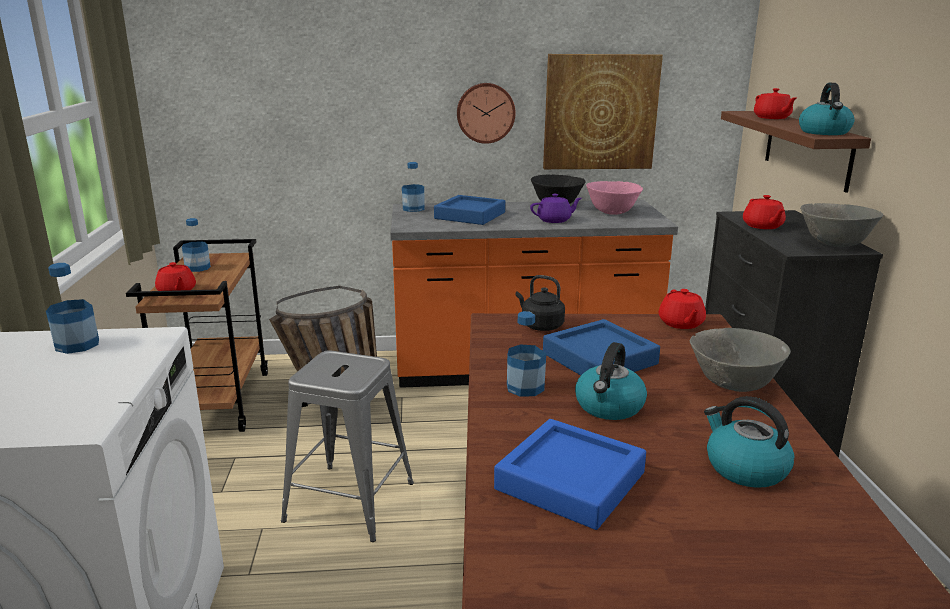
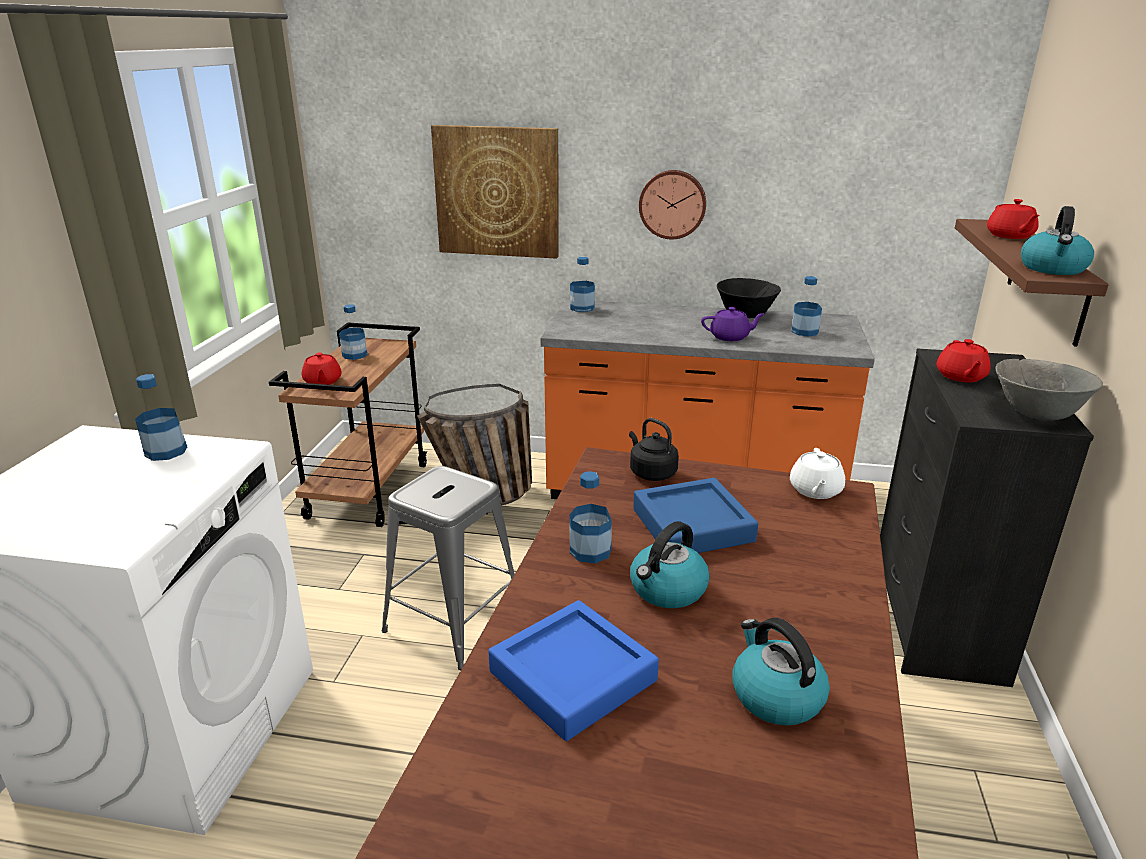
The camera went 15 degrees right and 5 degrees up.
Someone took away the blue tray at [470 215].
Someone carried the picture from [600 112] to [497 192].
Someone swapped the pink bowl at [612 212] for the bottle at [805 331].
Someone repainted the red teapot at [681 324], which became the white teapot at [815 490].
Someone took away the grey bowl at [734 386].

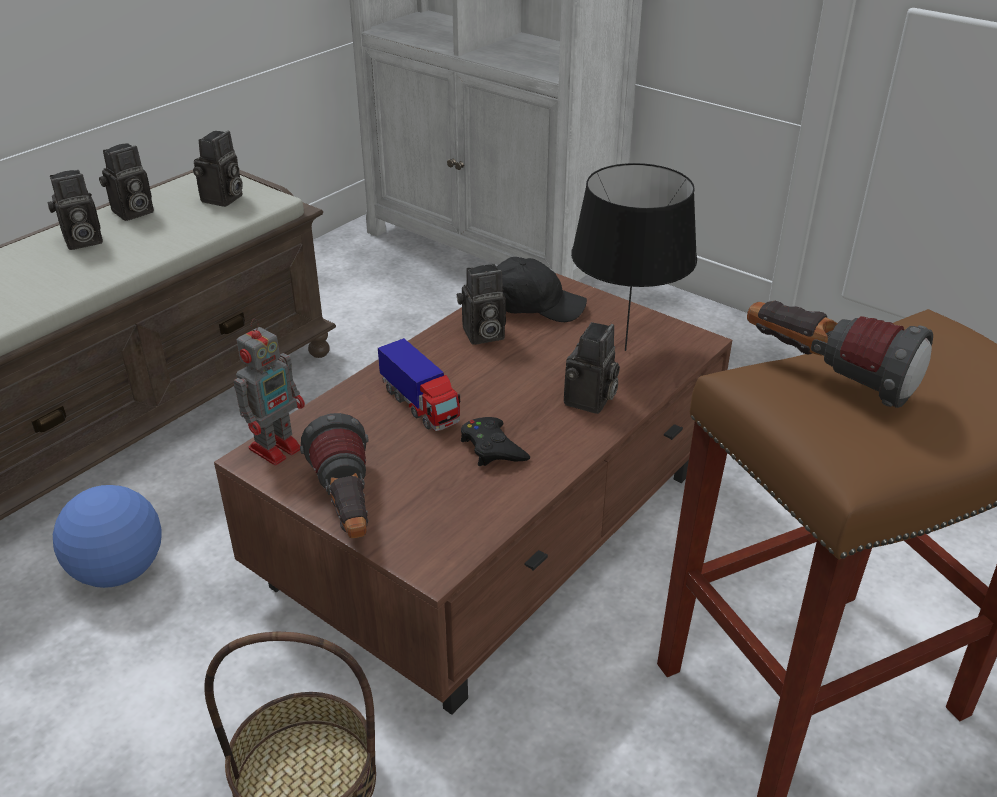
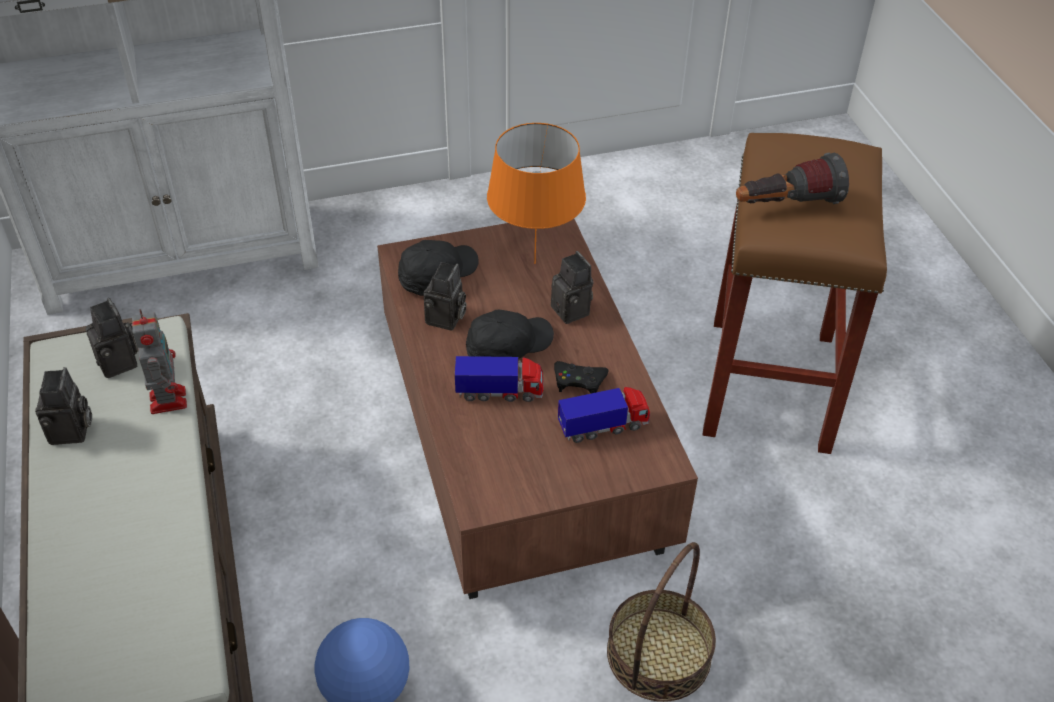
The camera went 55 degrees left and 10 degrees up.
Someone took away the photo camera at [81 242].
Someone carried the toy robot from [277 447] to [168 398].
Someone took away the flashlight at [347 507].
Someone repainted the black table lamp at [626 351], which became the orange table lamp at [536 263].
Someone put down the black cap at [507 347].
Someone put down the toy truck at [603 427].

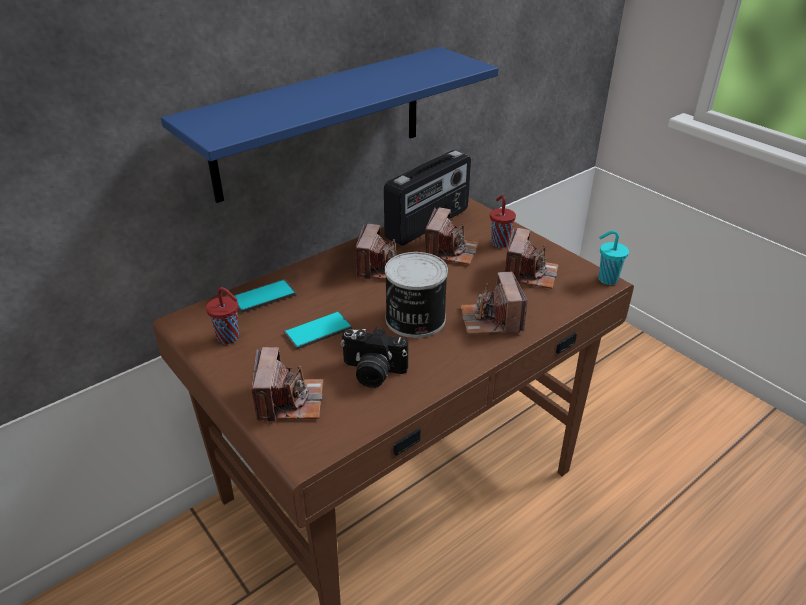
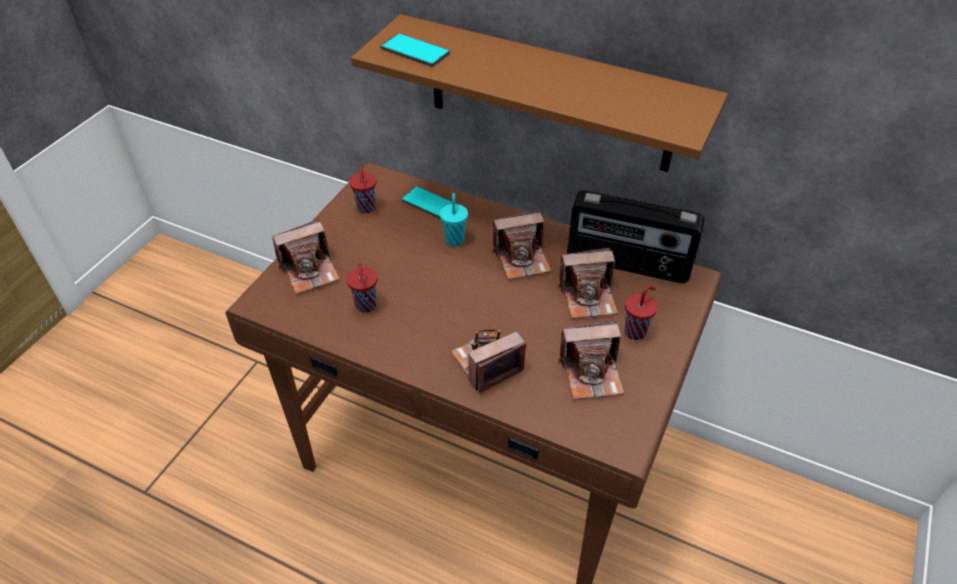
The camera went 65 degrees right and 10 degrees up.
Someone repainted the blue shelf at [320 123], which became the brown shelf at [549 95].
Someone carried the phone from [318 331] to [415 51].
Someone swapped the photo camera at [372 373] for the red cup at [366 306].
Someone took away the can at [414 320].
Someone carried the turquoise cup from [606 279] to [454 239].

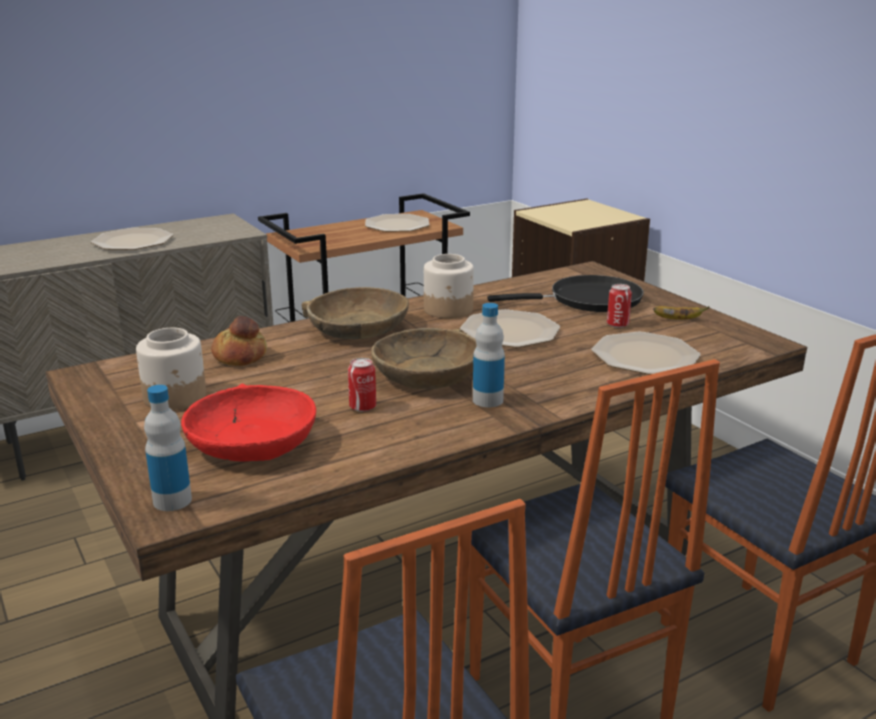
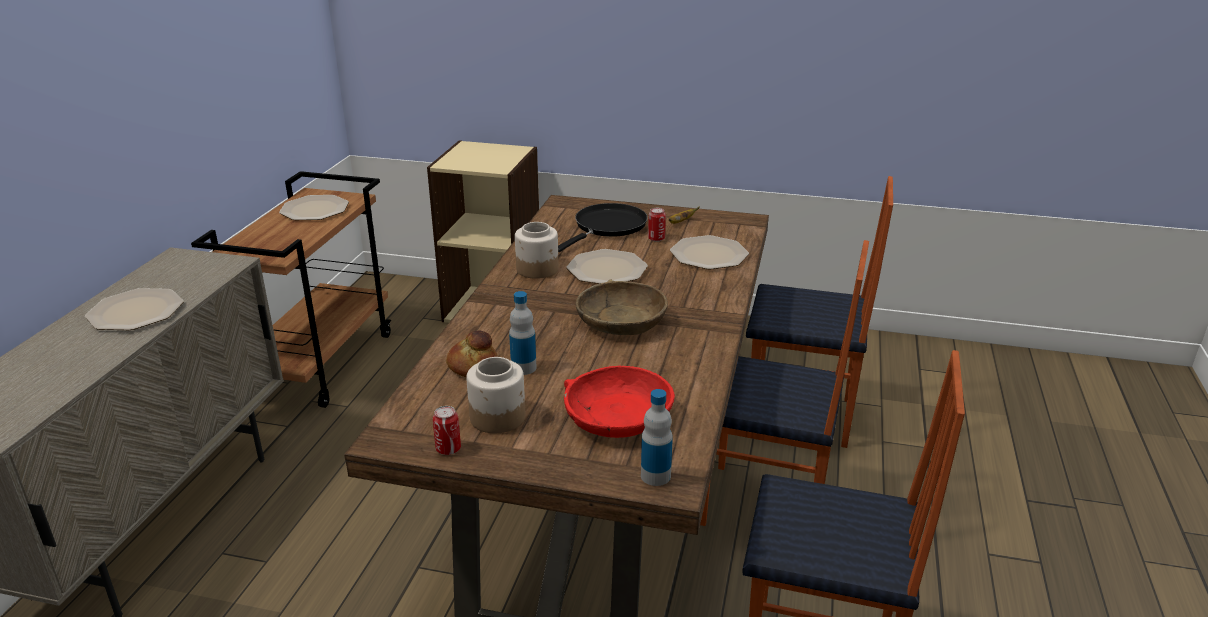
The camera went 45 degrees left and 5 degrees up.
Someone took away the brown bowl at [357 328].
Someone carried the can from [362 407] to [448 449].
Someone carried the bottle from [487 400] to [523 368].

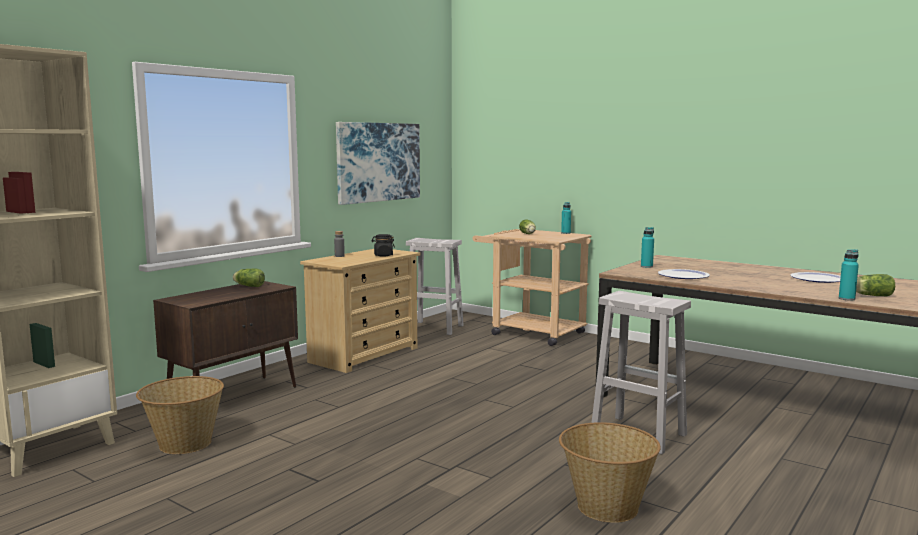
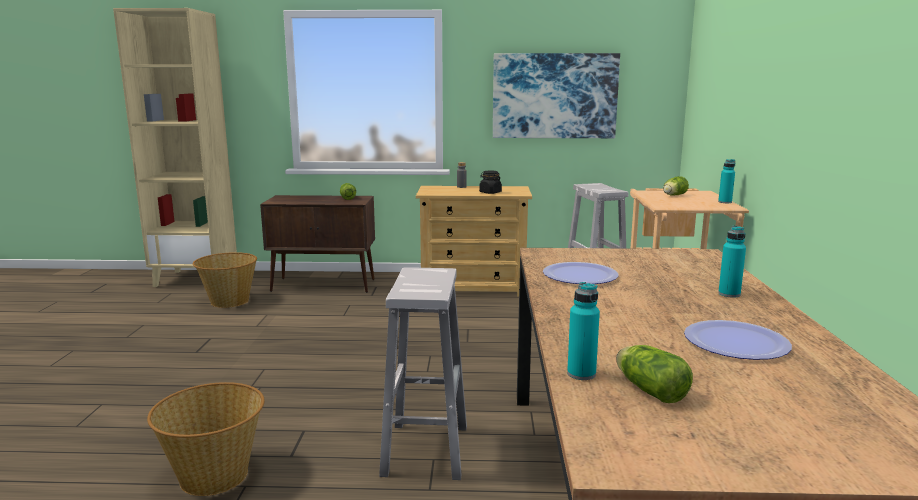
The camera went 55 degrees right and 5 degrees up.
Someone carried the turquoise bottle from [646 266] to [729 294].

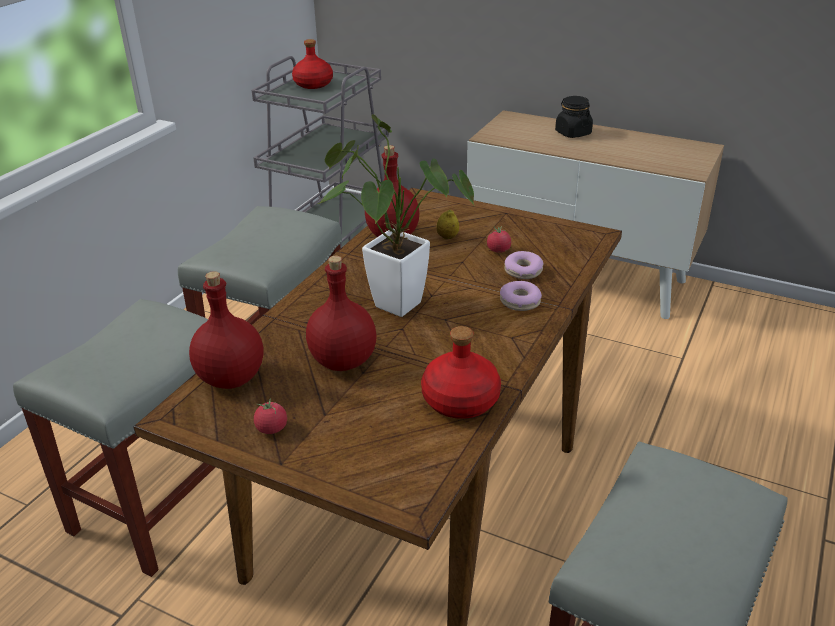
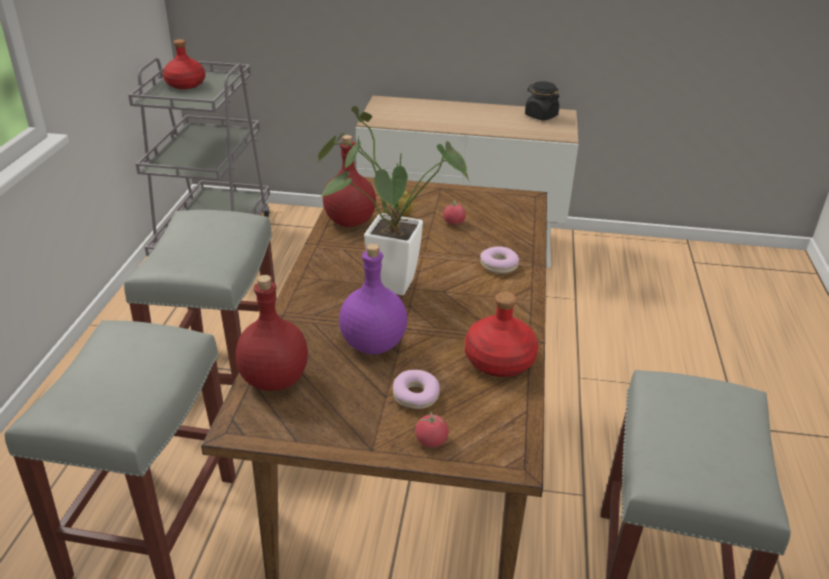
The camera went 20 degrees left and 0 degrees up.
Someone carried the tomato from [272 428] to [431 441].
Someone repainted the red bottle at [343 362], which became the purple bottle at [374 345].
Someone carried the donut from [523 271] to [415 396].
Someone carried the black jar from [572 133] to [540 116].

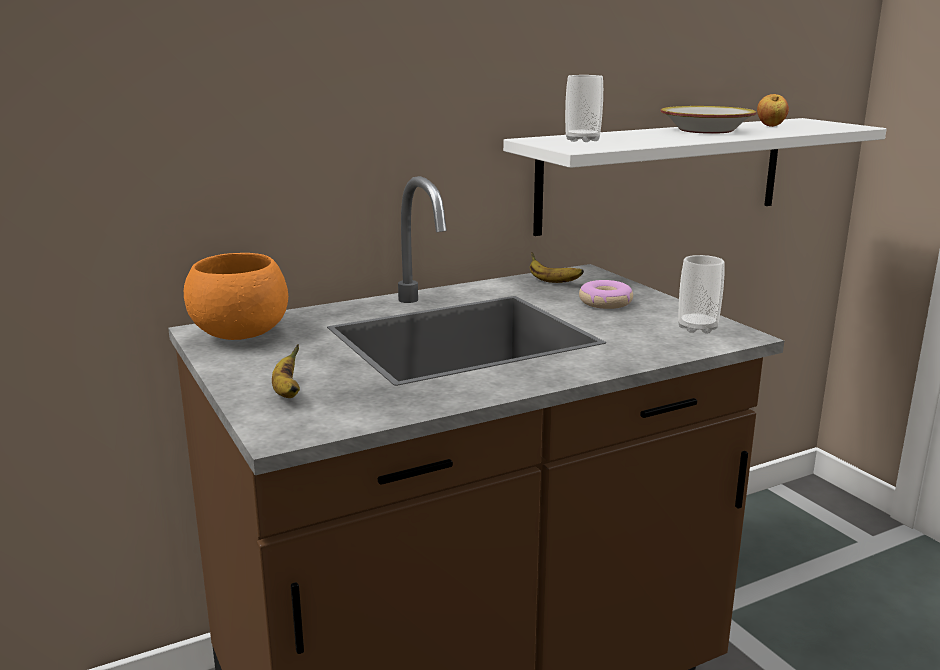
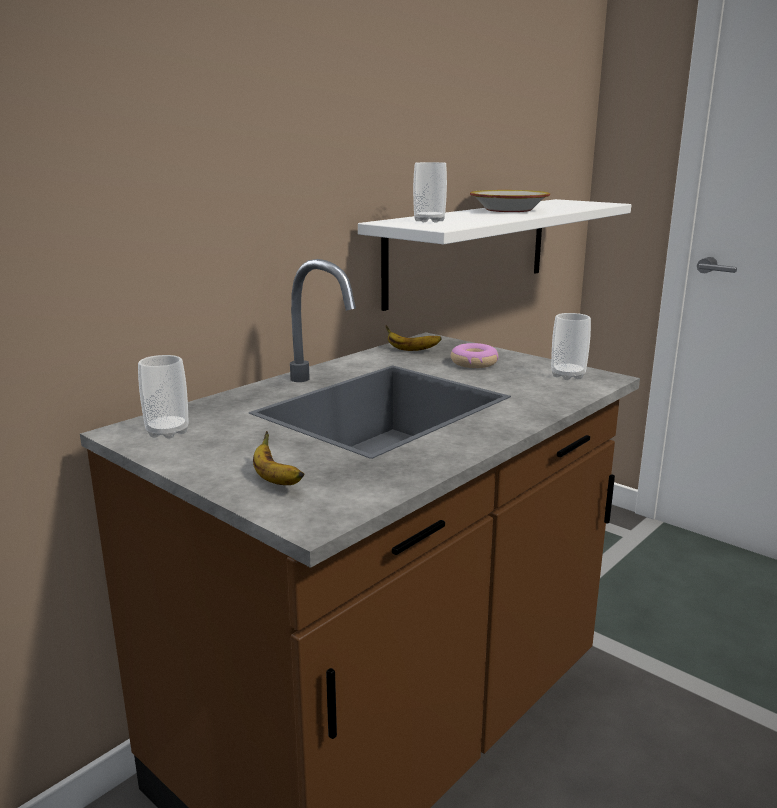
The camera went 20 degrees left and 0 degrees up.
Someone swapped the orange bowl at [239 335] for the cup at [167 432].
Someone took away the apple at [770 126].

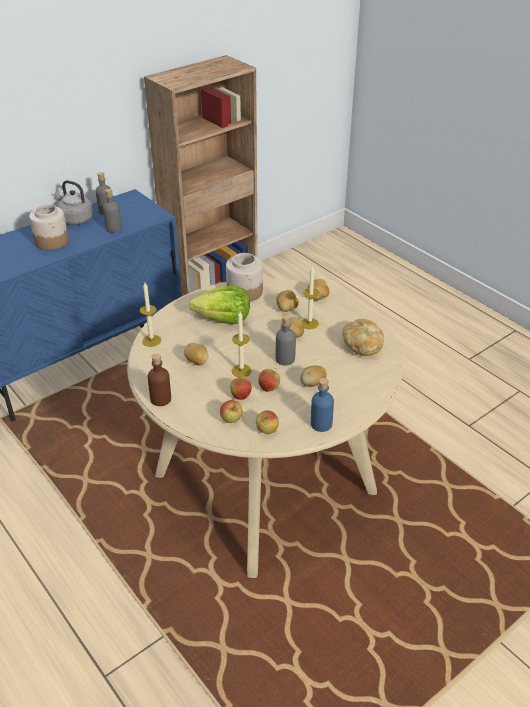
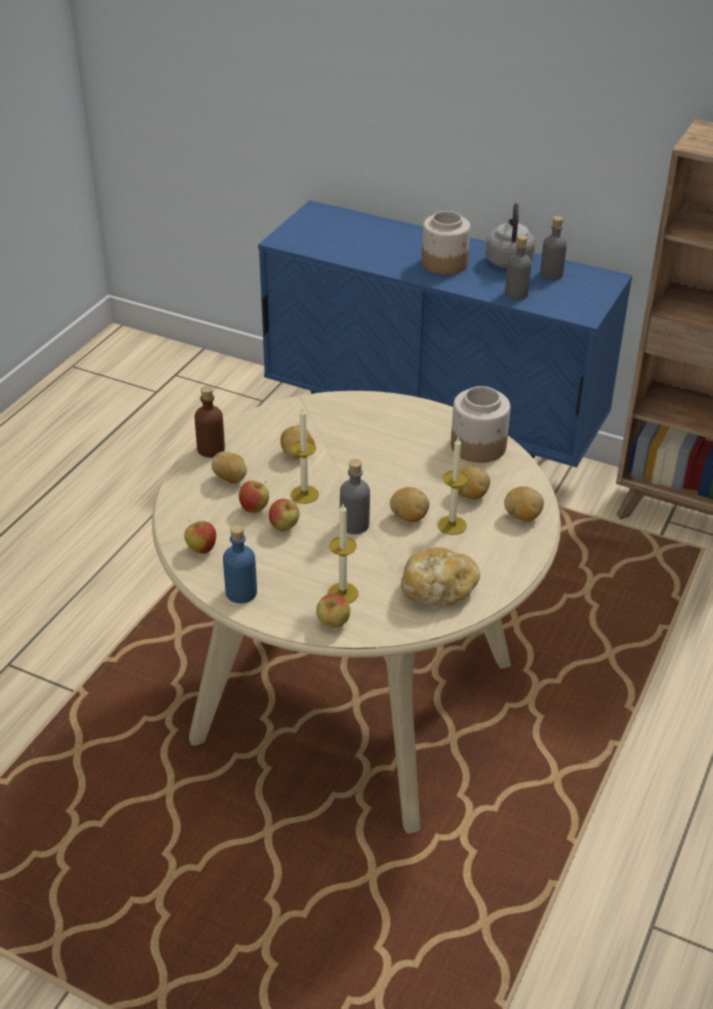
The camera went 65 degrees right and 0 degrees up.
Someone carried the candle from [151 341] to [342 593].
Someone took away the lettuce at [223 319].
Someone carried the apple from [231 420] to [333 624].
Someone carried the potato from [312 384] to [230 479].

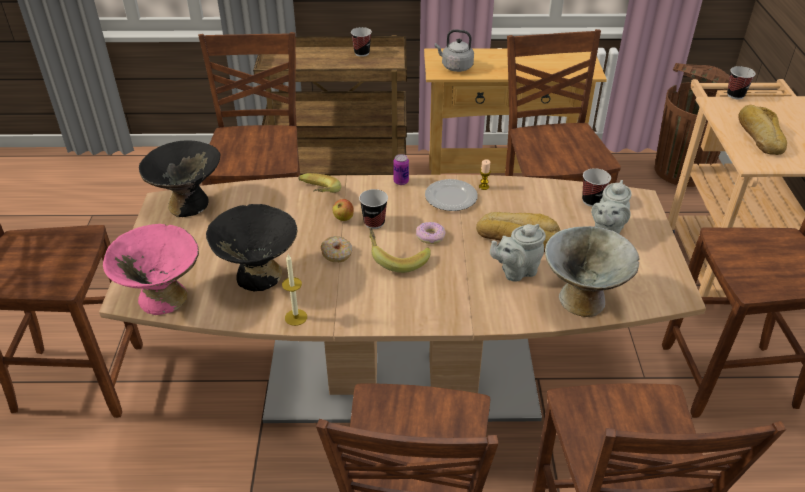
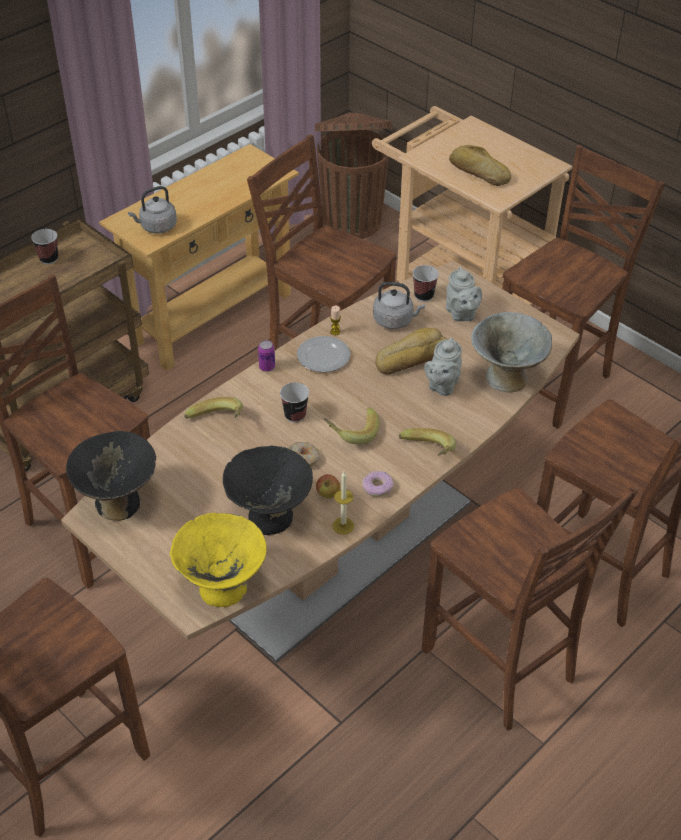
The camera went 45 degrees left and 5 degrees up.
Someone repainted the pink bowl at [163 298], which became the yellow bowl at [222 587].
Someone carried the apple from [343 218] to [328 494].
Someone carried the donut from [430 236] to [377 487].
Someone took away the cup at [735 95].
Someone put down the grey kettle at [395 320].
Someone put down the banana at [426 454].

